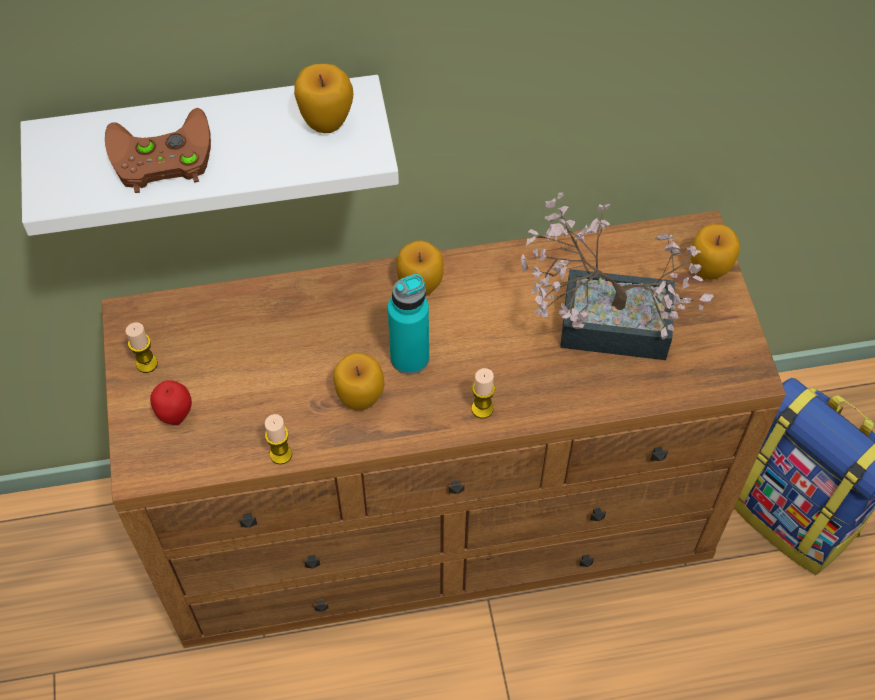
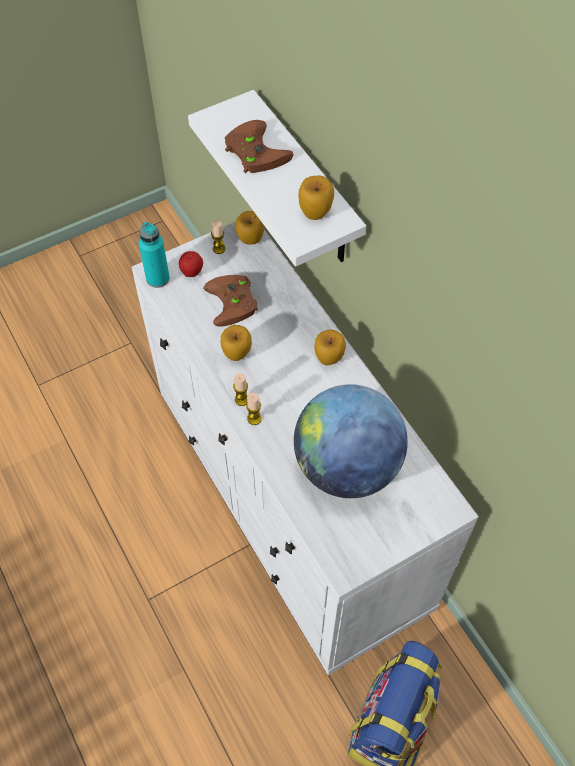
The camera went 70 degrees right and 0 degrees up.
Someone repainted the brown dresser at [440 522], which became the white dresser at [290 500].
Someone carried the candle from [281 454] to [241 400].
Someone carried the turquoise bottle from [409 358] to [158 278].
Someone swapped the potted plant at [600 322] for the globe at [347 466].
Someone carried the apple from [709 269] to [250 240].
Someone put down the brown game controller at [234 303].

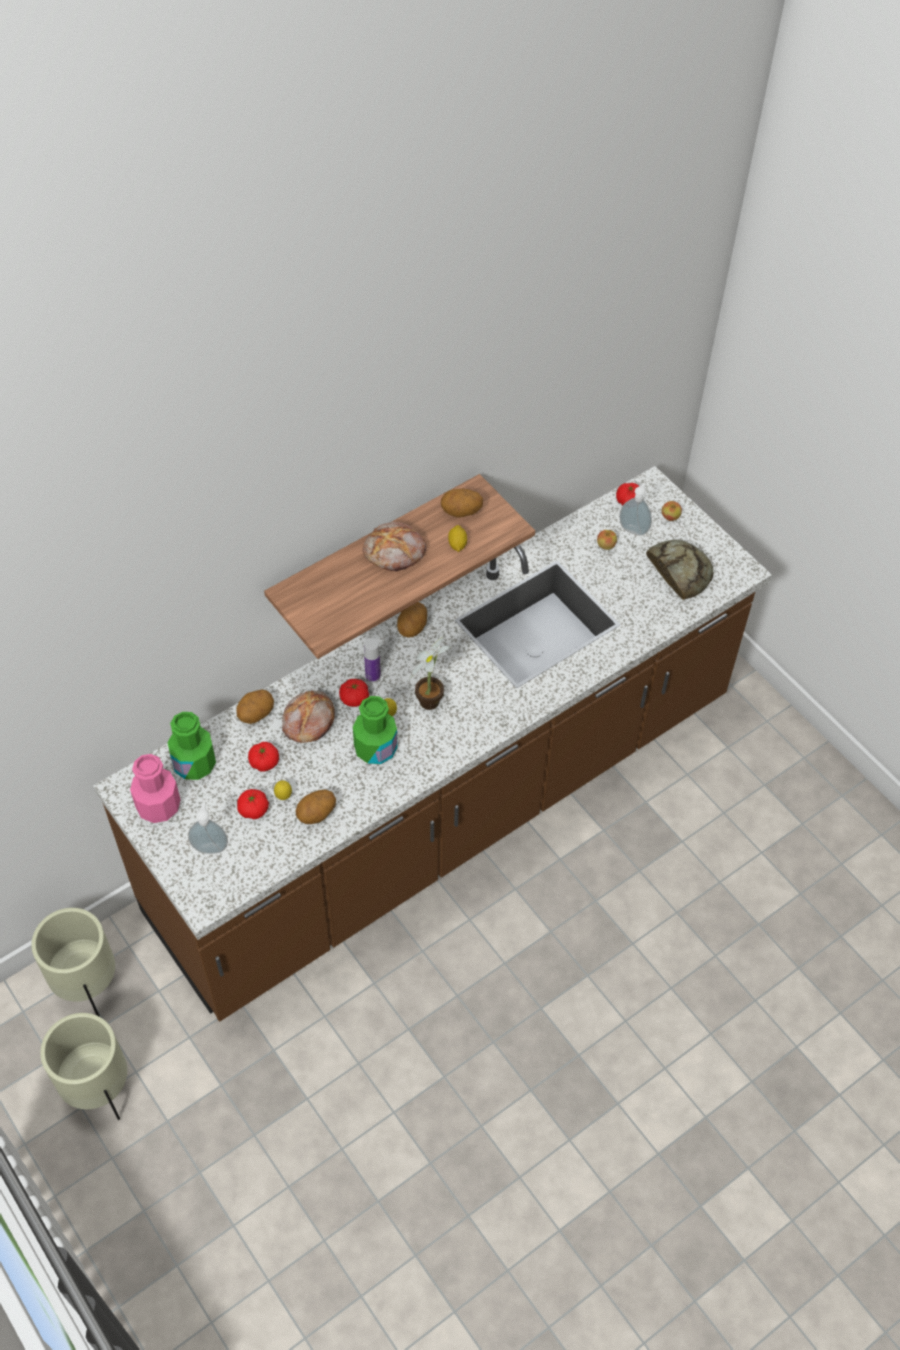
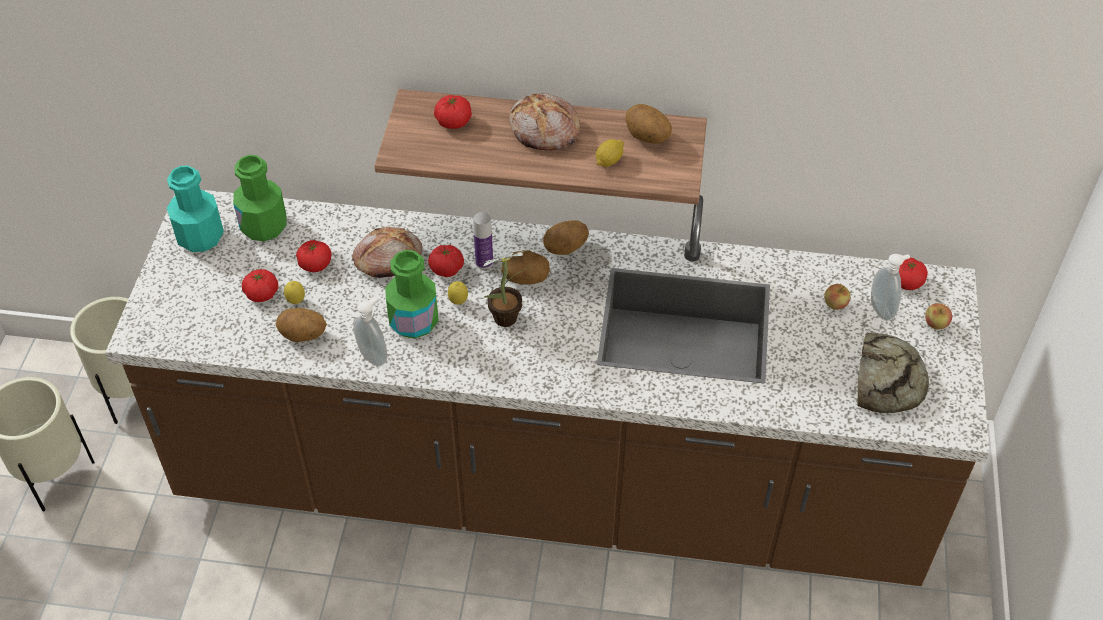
The camera went 45 degrees right and 5 degrees down.
Someone repainted the pink bottle at [158 806], which became the turquoise bottle at [200 237].
Someone carried the soap dispenser from [210 847] to [374 356].
Someone carried the potato from [256 714] to [526 278].
Someone put down the tomato at [453 122].

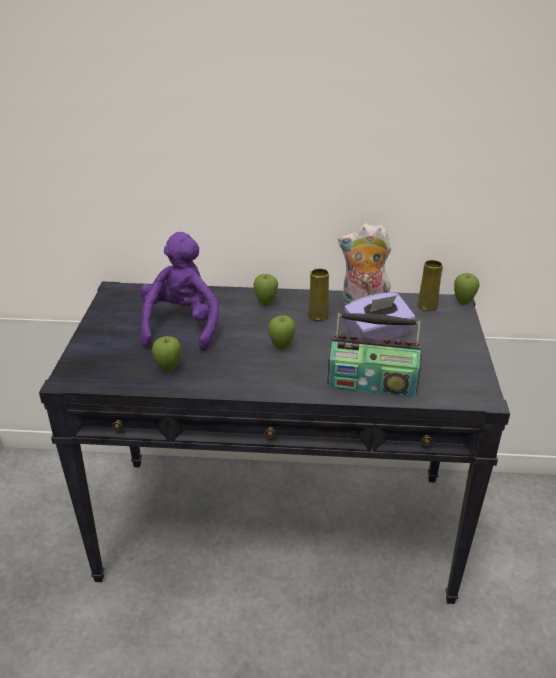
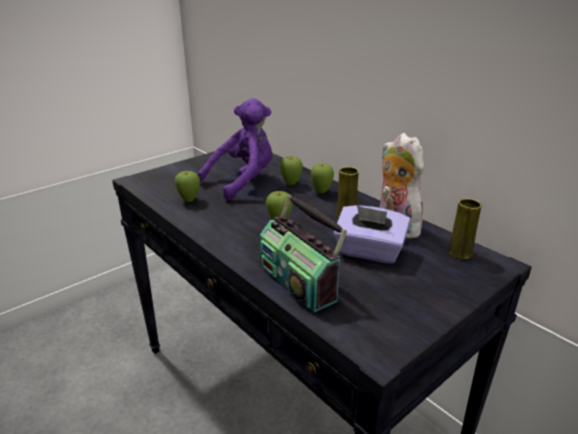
The camera went 45 degrees right and 5 degrees down.
Someone carried the apple from [463 303] to [291 184].

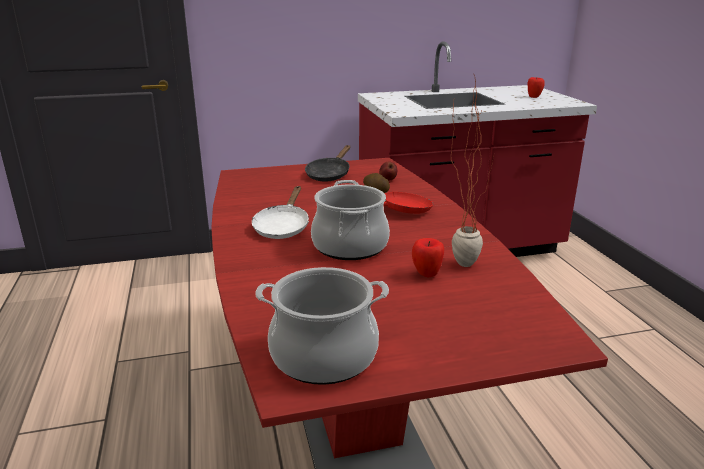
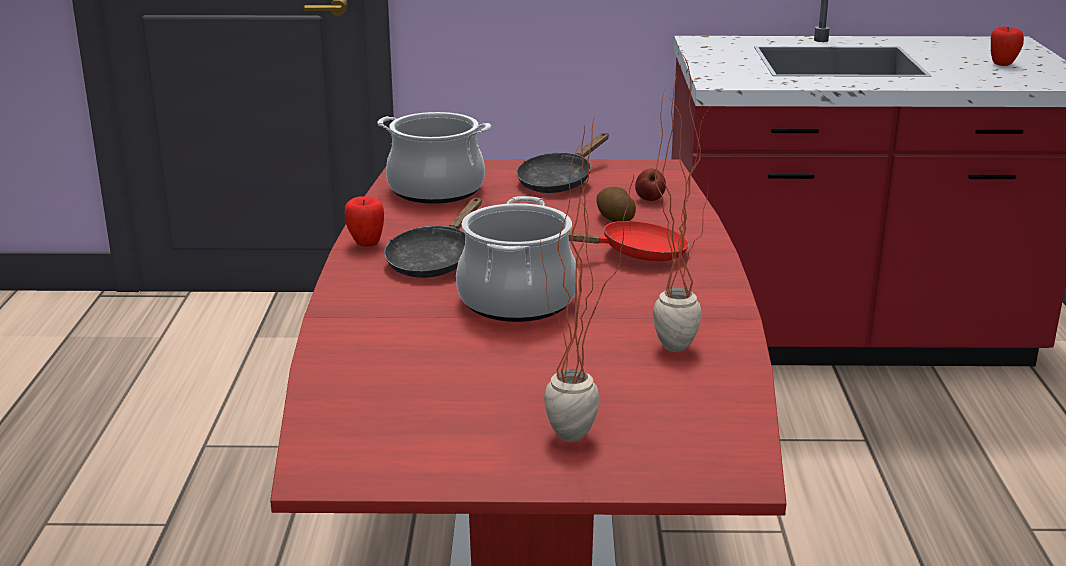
The camera went 15 degrees right and 0 degrees up.
Someone repainted the white frying pan at [282 227], which became the black frying pan at [434 260].
Someone carried the cooking pot from [324 355] to [436 189].
Someone carried the apple from [426 275] to [366 244].
Someone put down the potted plant at [580 444].

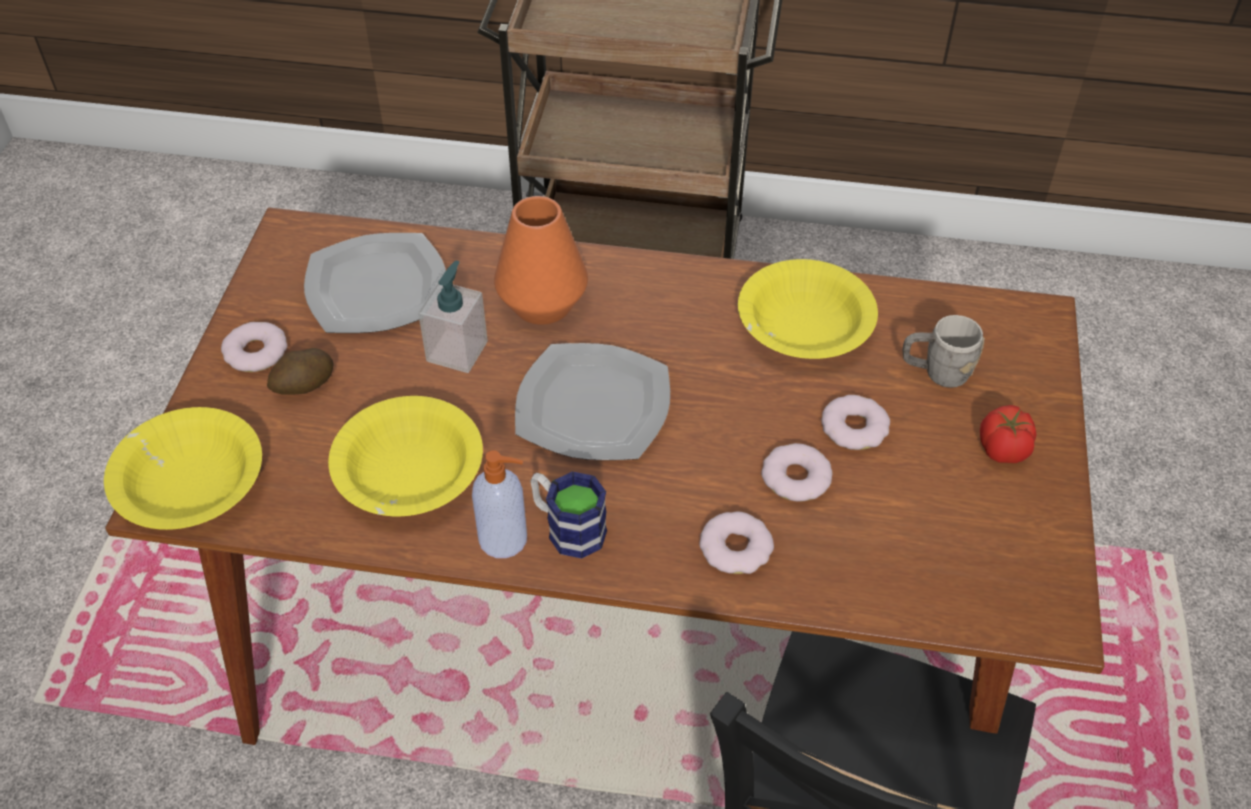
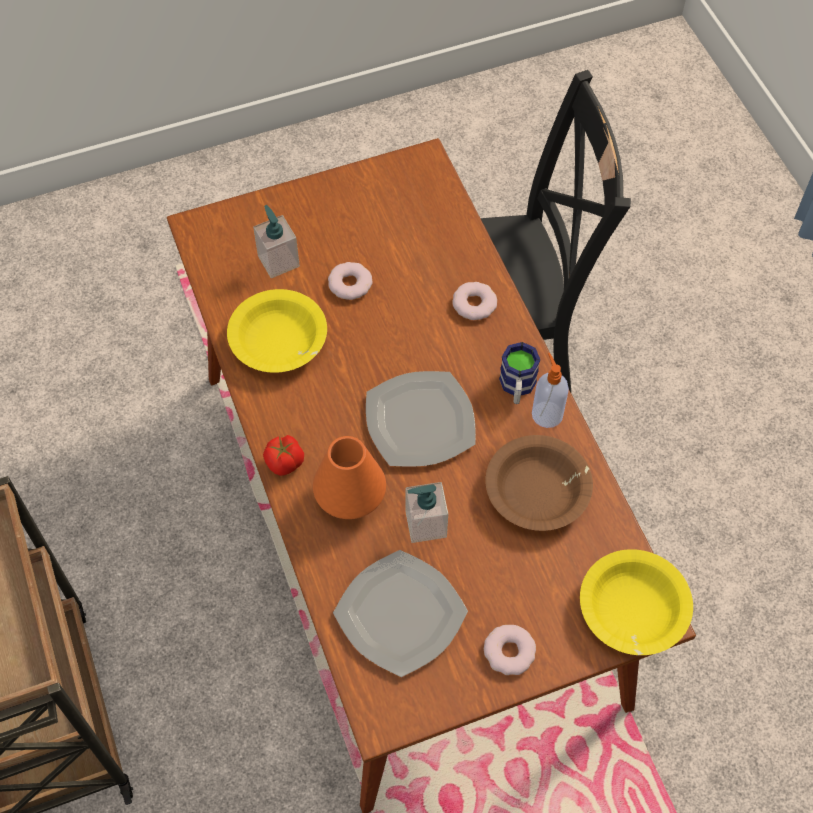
The camera went 120 degrees left and 10 degrees up.
Someone took away the potato at [304 386].
Someone repainted the yellow bowl at [409 472], which became the brown bowl at [537 491].
Someone took away the donut at [795 478].
Someone swapped the grey mug at [936 372] for the soap dispenser at [278 261].
Someone carried the tomato from [1002 450] to [285 462].

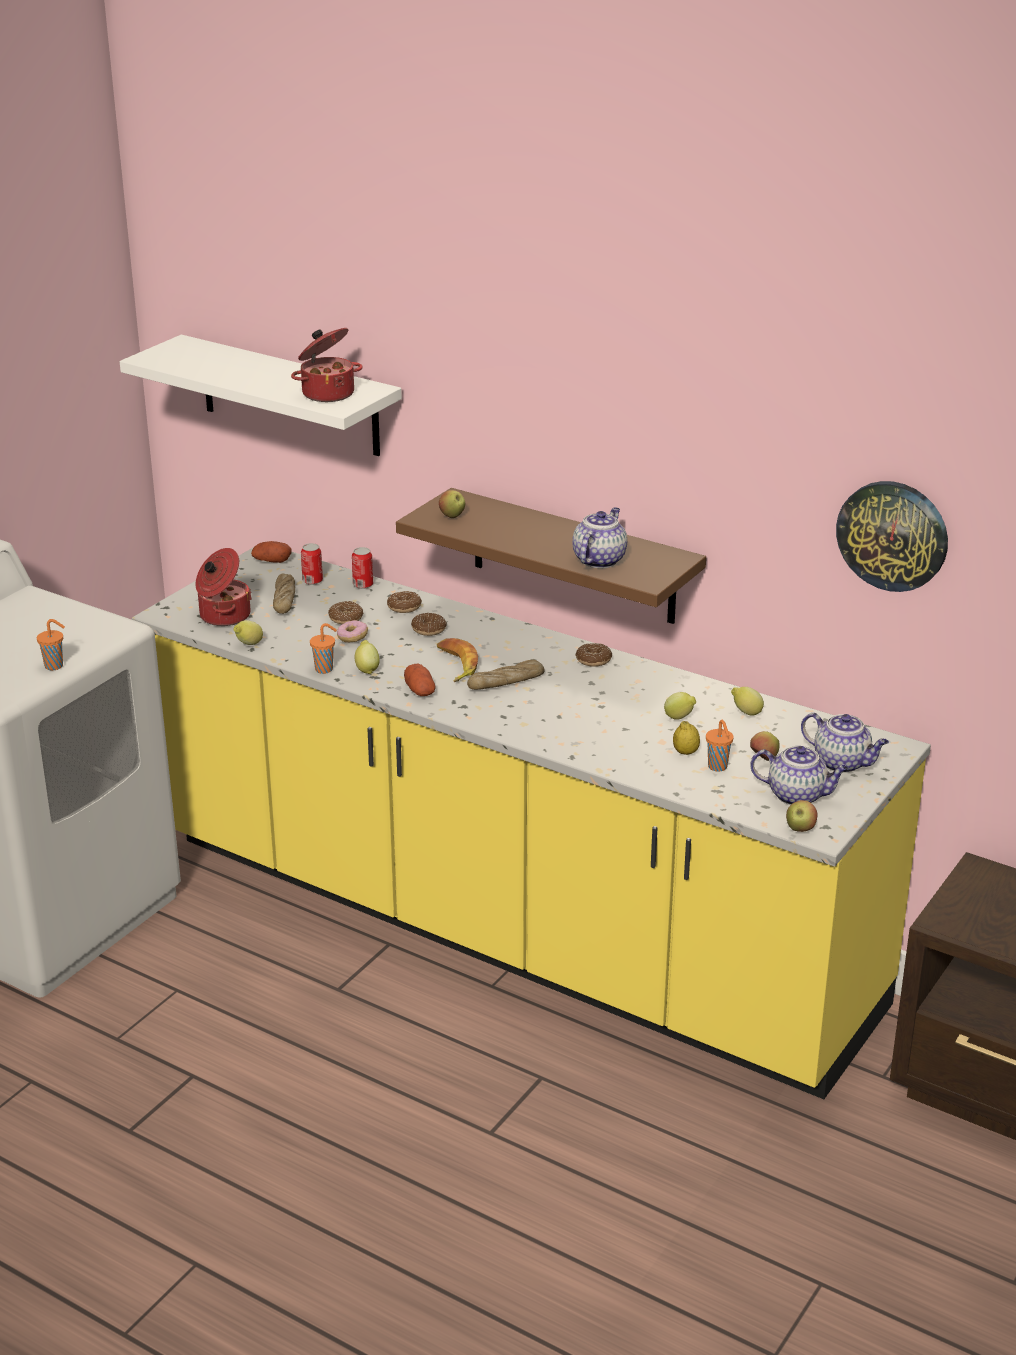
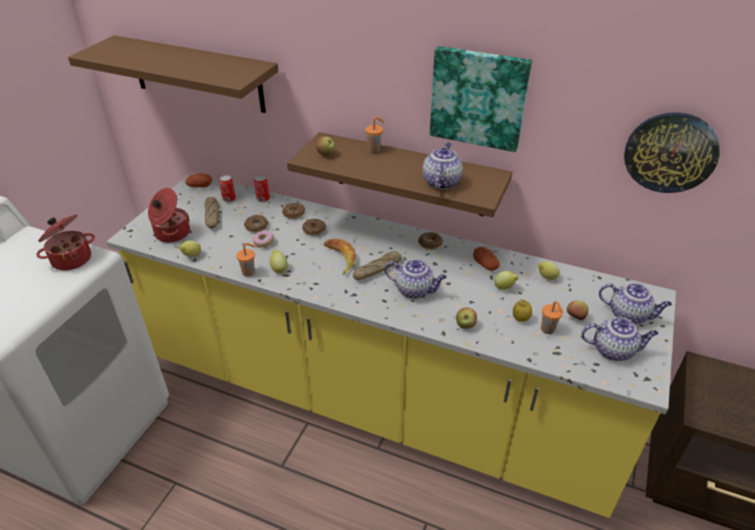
The camera went 10 degrees left and 10 degrees up.
Someone carried the orange cup from [55 666] to [375 149].
Someone repainted the white shelf at [289 396], which became the brown shelf at [197 74].
Someone carried the cooking pot from [327 393] to [71 258].
Someone carried the potato from [420 690] to [485 265].
Someone carried the apple from [800 829] to [465 325].
Someone put down the teapot at [415 290].
Someone put up the picture at [478 98].

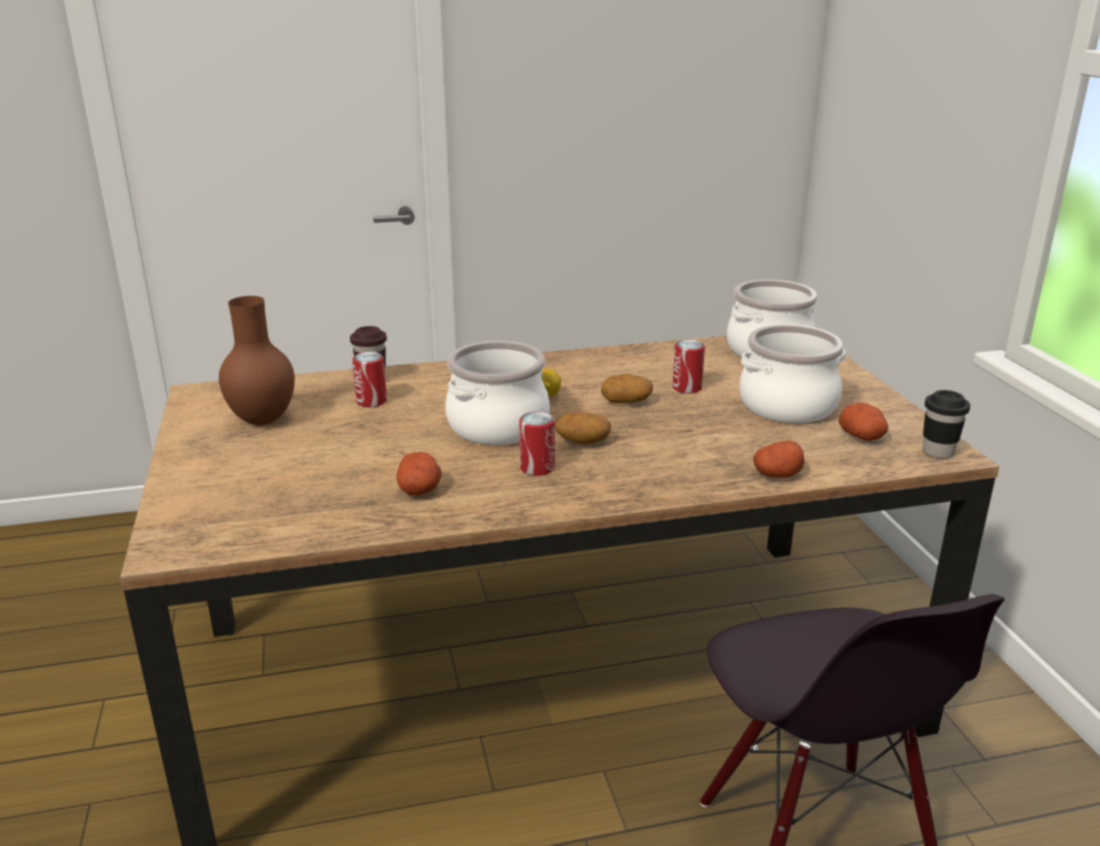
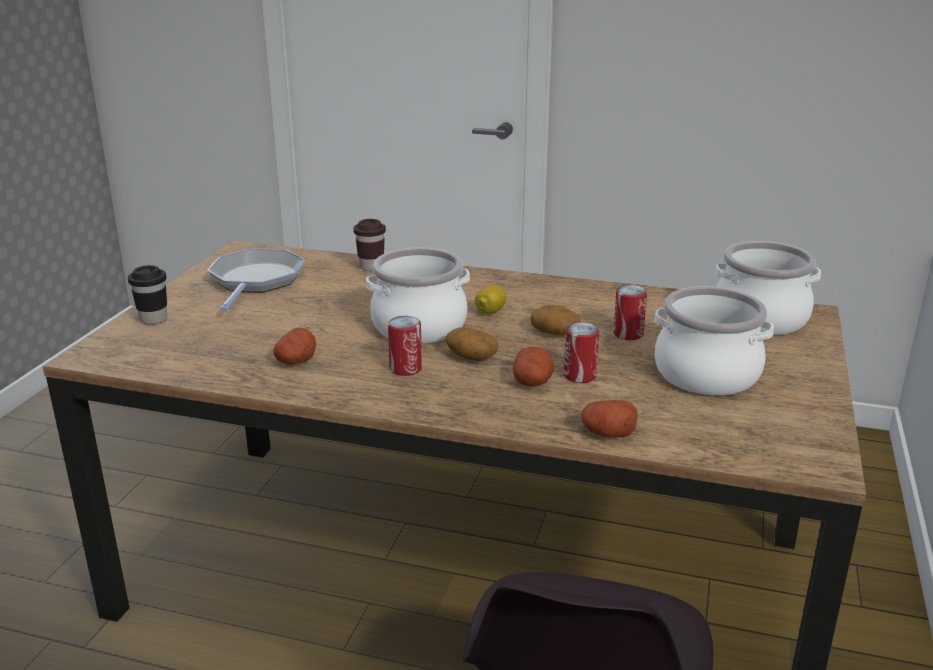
The camera went 30 degrees right and 0 degrees up.
Someone swapped the brown vase at [262 421] for the frying pan at [255 281].
Someone carried the can from [371 401] to [579 376].
Someone carried the potato from [863 437] to [532 382].
Someone carried the black cup from [938 452] to [153 320].

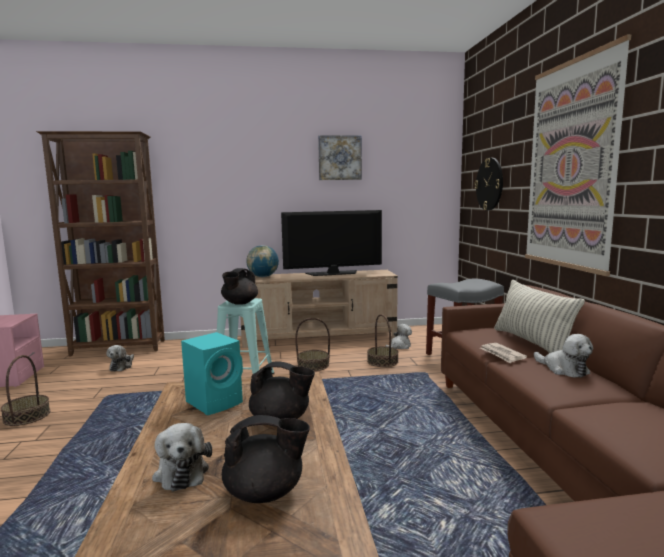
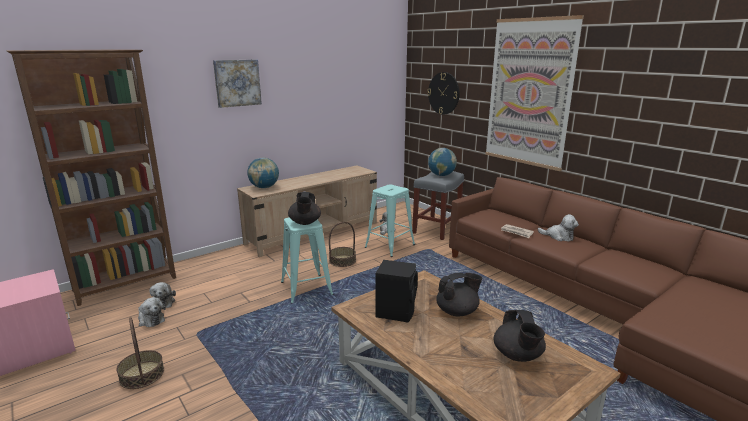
The camera went 30 degrees left and 10 degrees up.
Someone carried the plush toy from [181 471] to [150 319].
Someone repainted the turquoise speaker at [216 402], which became the black speaker at [396 311].
Someone rotated the black teapot at [265 492] by 120 degrees clockwise.
Someone took away the television at [333 273].
Someone carried the picture from [340 158] to [237 83].
Someone swapped the basket at [382 361] for the turquoise stool at [390 246].
Someone took away the pillow at [531 343].
Someone put down the globe at [441 175].

